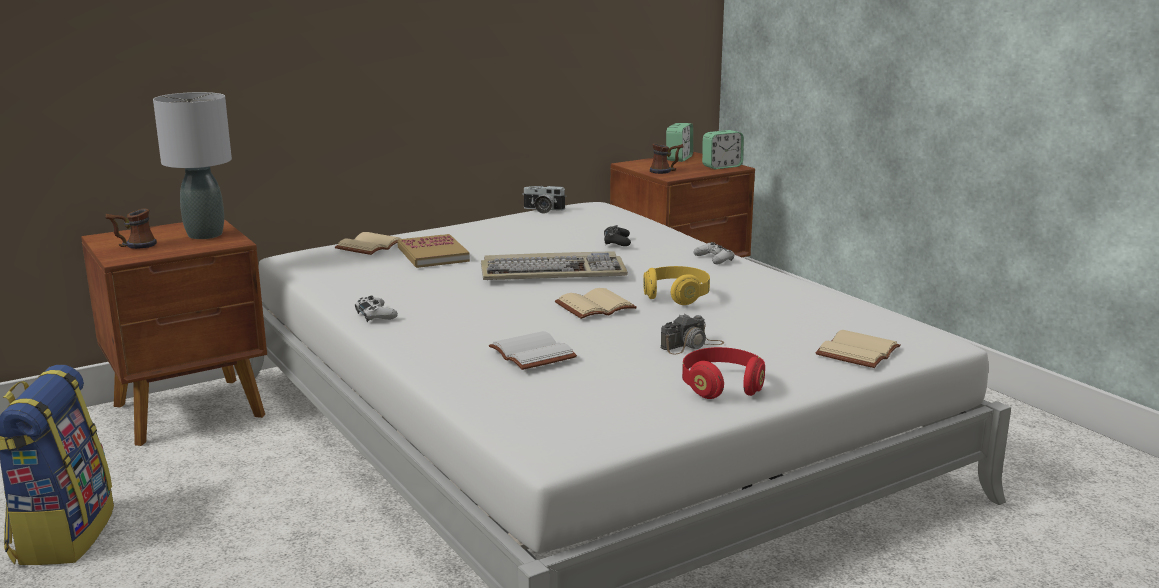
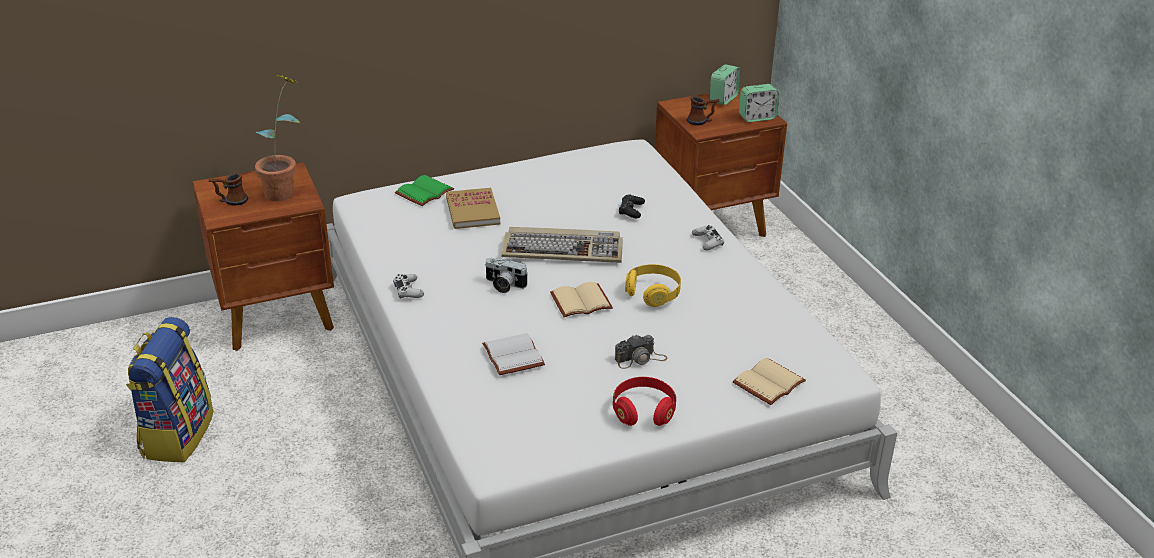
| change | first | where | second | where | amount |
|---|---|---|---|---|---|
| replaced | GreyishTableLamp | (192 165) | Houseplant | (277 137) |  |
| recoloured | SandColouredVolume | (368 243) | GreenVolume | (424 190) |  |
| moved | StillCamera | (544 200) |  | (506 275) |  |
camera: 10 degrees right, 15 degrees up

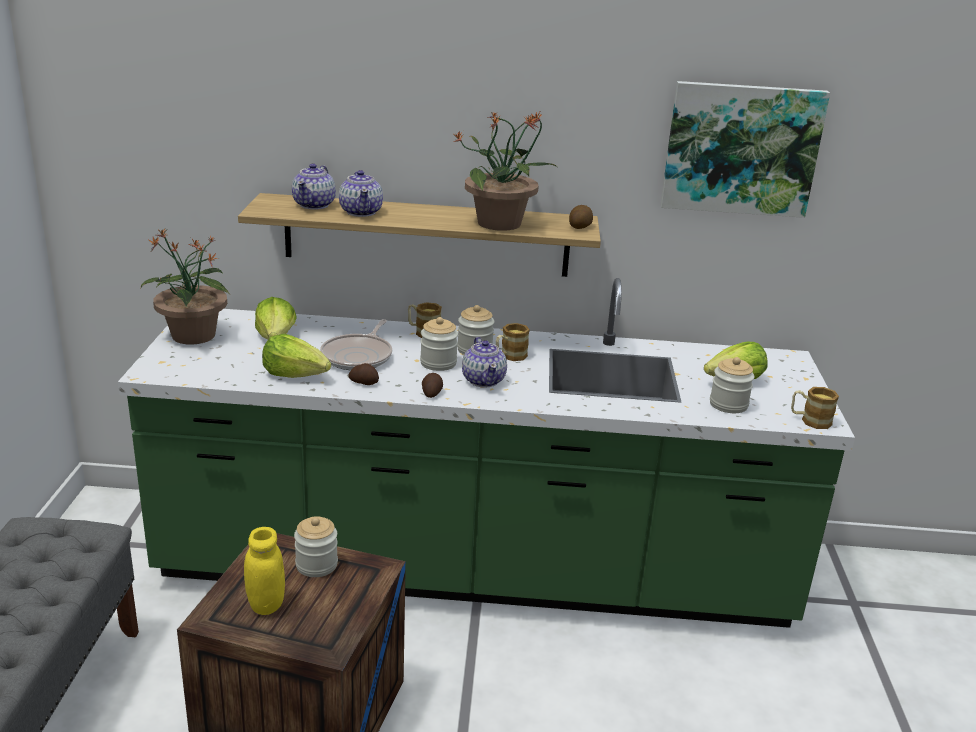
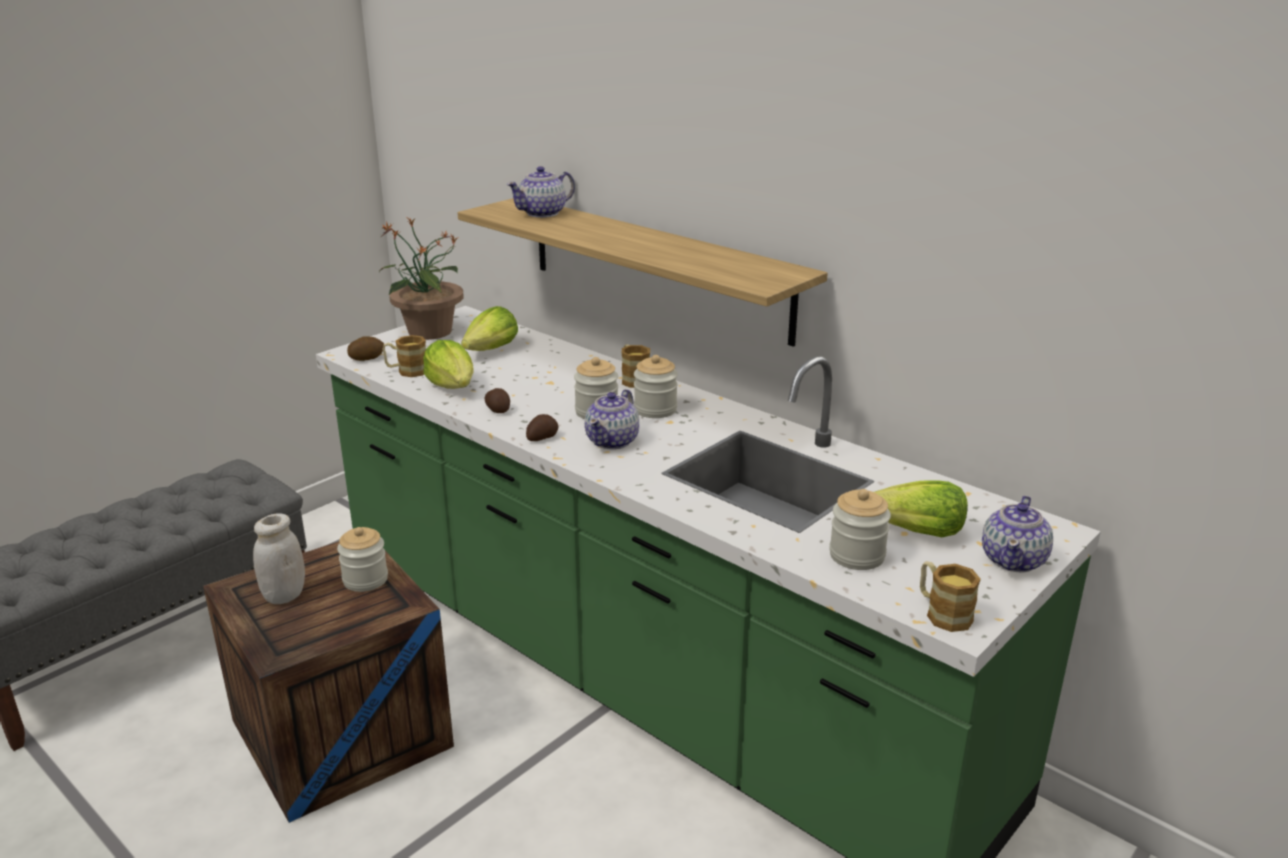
| change | first | where | second | where | amount |
|---|---|---|---|---|---|
| recoloured | YellowishPreserveJar | (264 571) | WhiteColouredPreserveJar | (279 558) |  |
| removed | Skillet | (356 344) |  |  |  |
| moved | TeaPot | (361 193) |  | (1017 534) |  |
| removed | Houseplant | (505 170) |  |  |  |
| moved | Mug | (513 342) |  | (404 356) |  |
| moved | Potato | (581 217) |  | (365 348) |  |
| removed | WallPicture | (745 149) |  |  |  |
camera: 40 degrees right, 0 degrees up

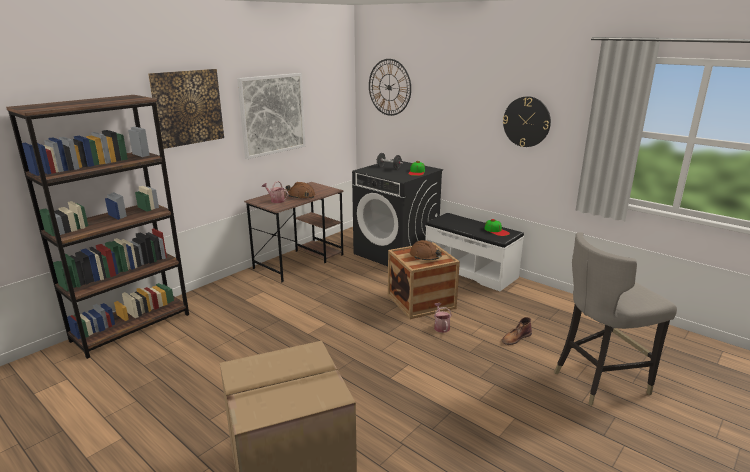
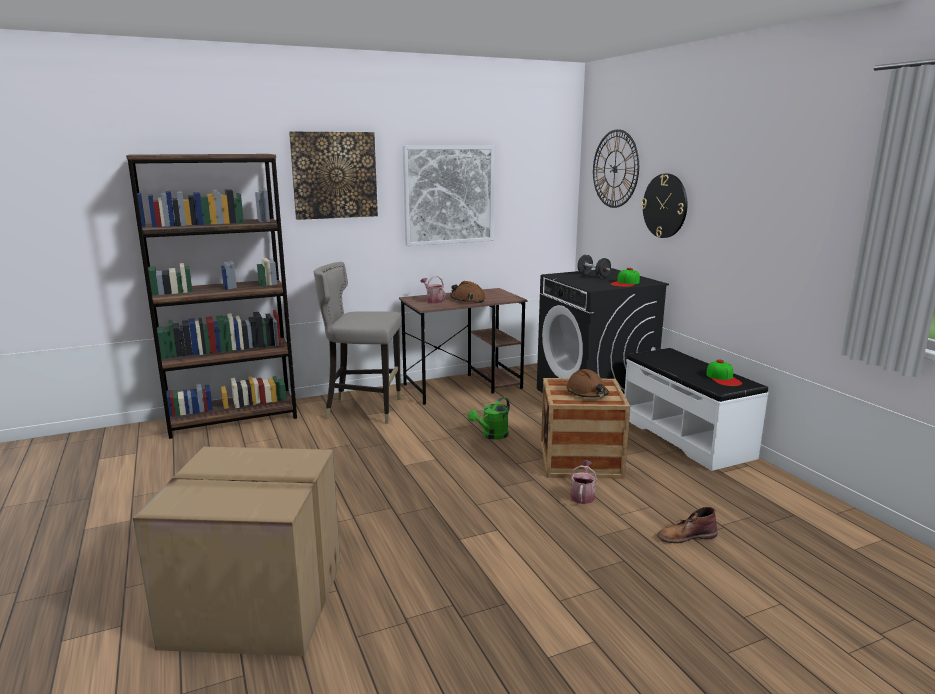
| change | first | where | second | where | amount |
|---|---|---|---|---|---|
| moved | HangingClock | (527 121) |  | (664 206) |  |
| moved | GreyishStool | (615 319) |  | (358 343) |  |
| added |  |  | GreenWateringPot | (489 418) |  |
camera: 25 degrees right, 5 degrees down

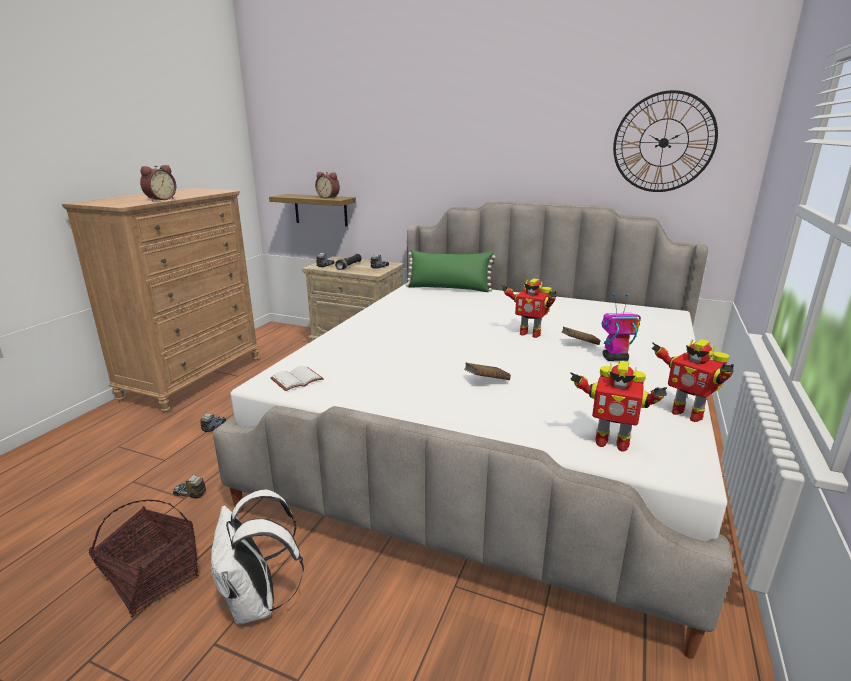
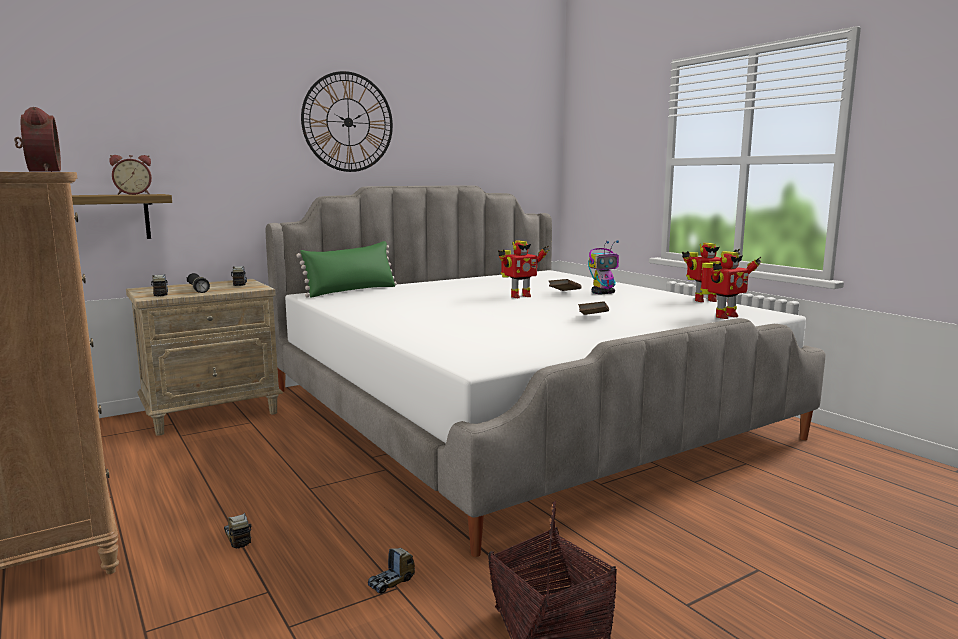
| change | first | where | second | where | amount |
|---|---|---|---|---|---|
| removed | WhiteColouredKnapsack | (257 557) |  |  |  |
| removed | WhiteColouredVolume | (297 378) |  |  |  |
| turned | ModelRobot | (621 327) |  | (603 267) | 150 degrees counterclockwise |
| moved | HangingClock | (665 141) |  | (347 121) |  |
camera: 55 degrees left, 10 degrees down

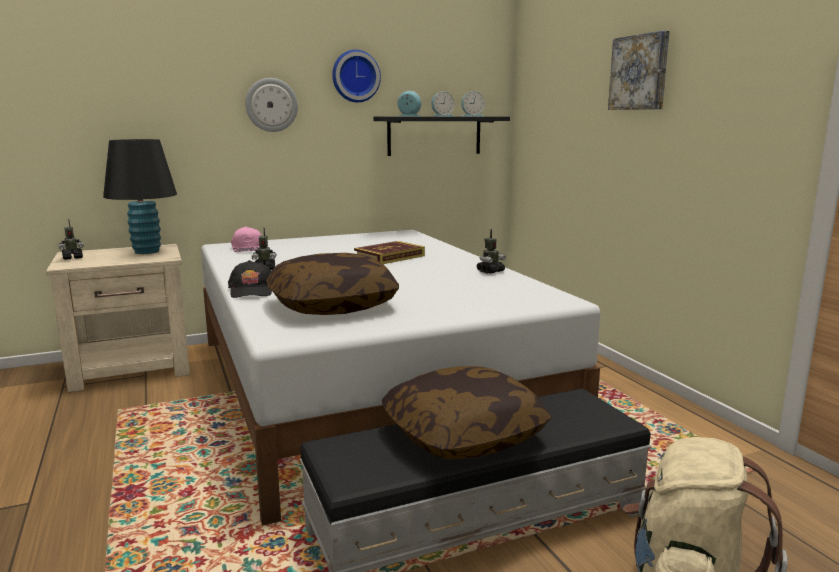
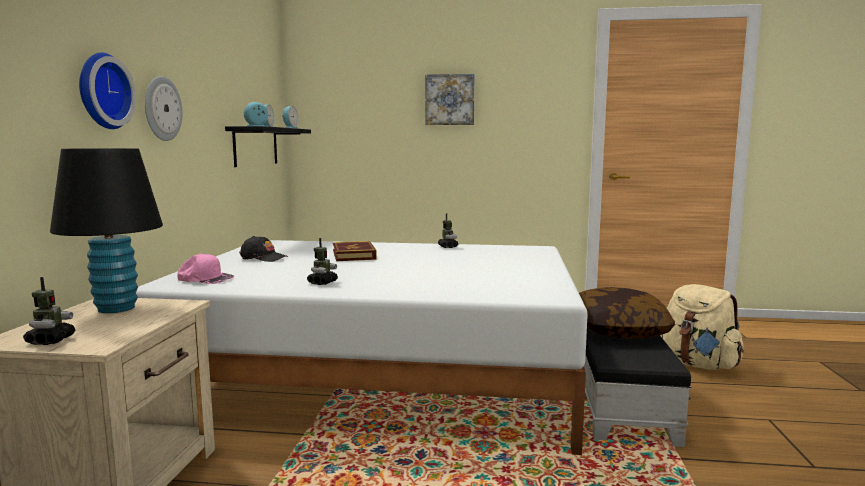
| change | first | where | second | where | amount |
|---|---|---|---|---|---|
| moved | BlackBaseballCap | (250 279) |  | (263 249) |  |
| removed | Cushion | (332 284) |  |  |  |
| moved | HangingClock | (356 76) |  | (107 91) |  |
camera: 60 degrees left, 5 degrees down

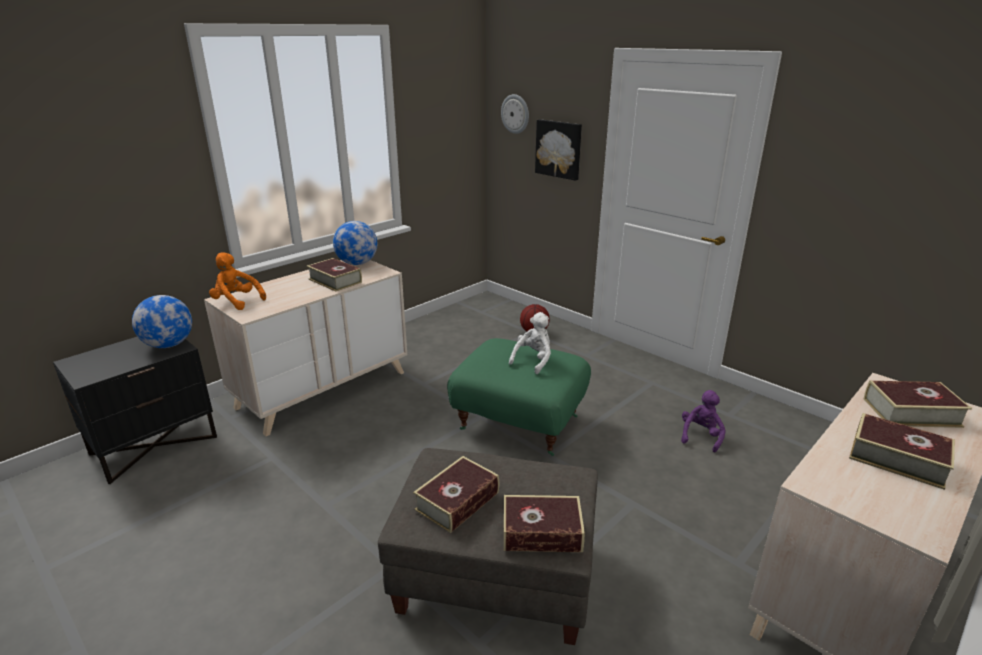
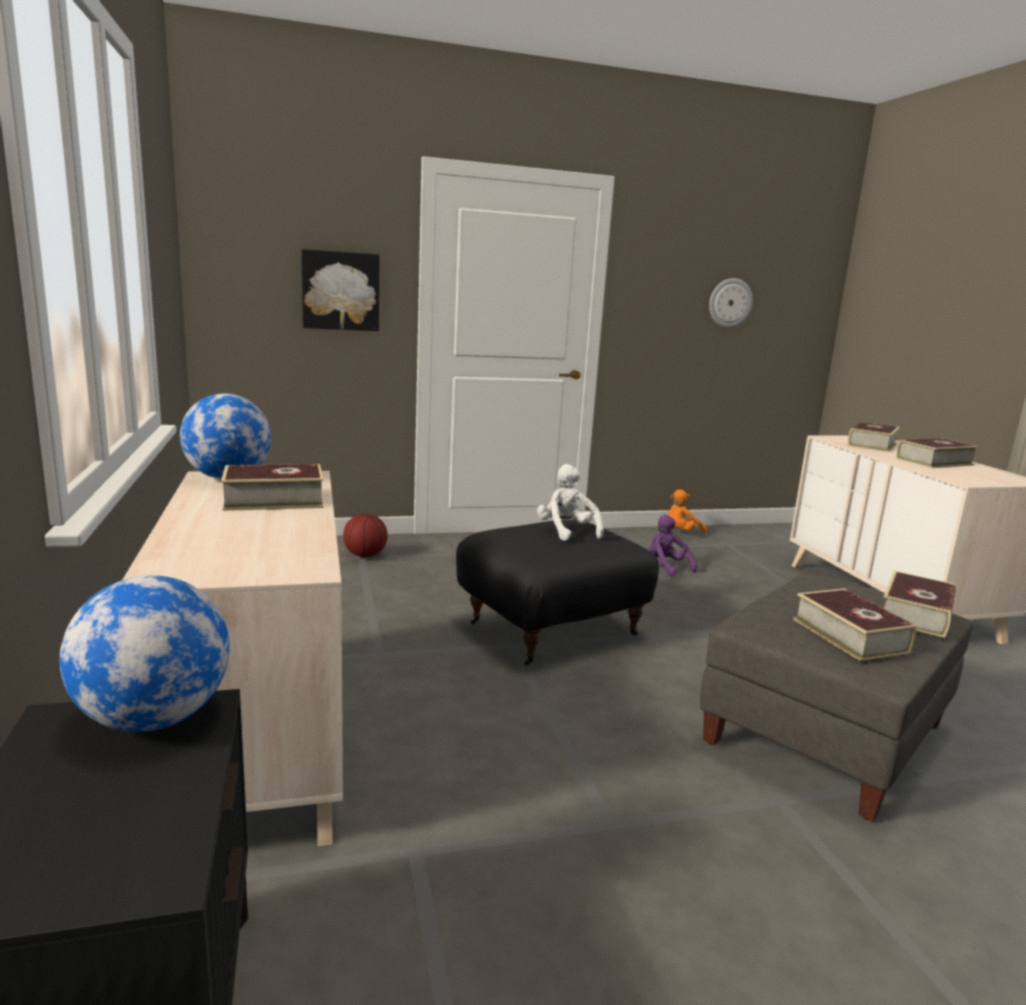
| change | first | where | second | where | amount |
|---|---|---|---|---|---|
| moved | OrangePlushToy | (237 281) |  | (687 511) |  |
| recoloured | GreenFootrest | (519 397) | BlackFootrest | (557 592) |  |
| moved | HangingClock | (515 114) |  | (731 303) |  |
camera: 60 degrees left, 10 degrees down

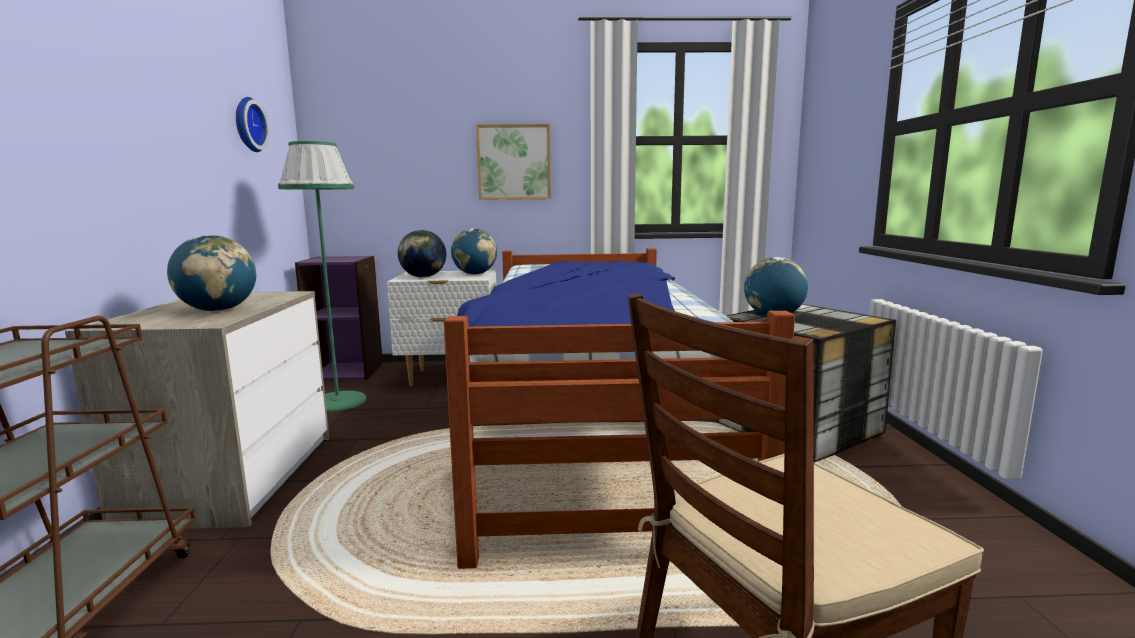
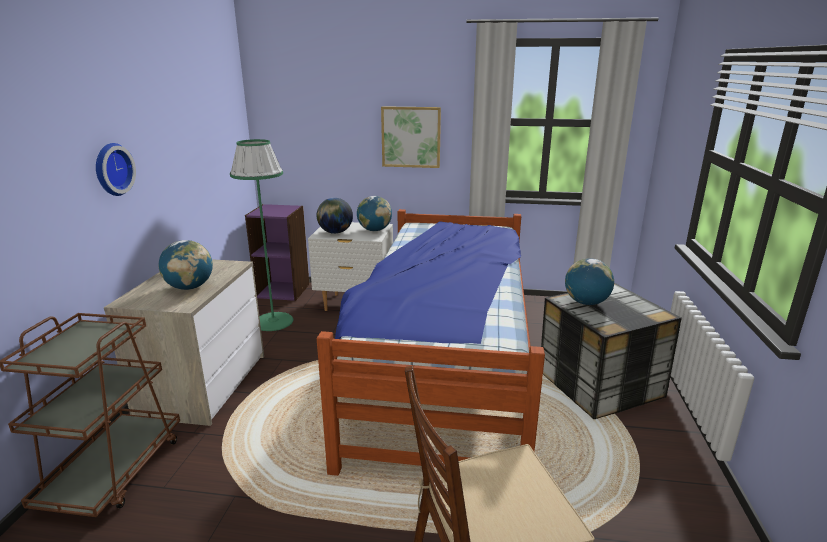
| change | first | where | second | where | amount |
|---|---|---|---|---|---|
| moved | HangingClock | (252 124) |  | (116 169) |  |
camera: 10 degrees right, 10 degrees up

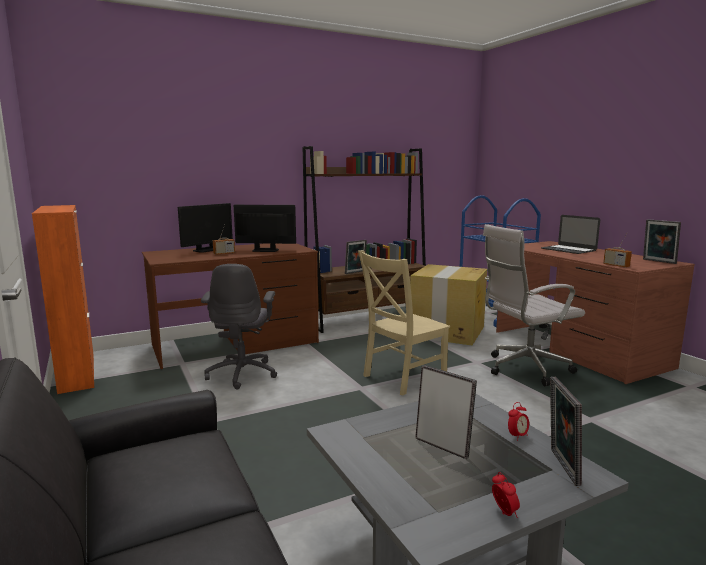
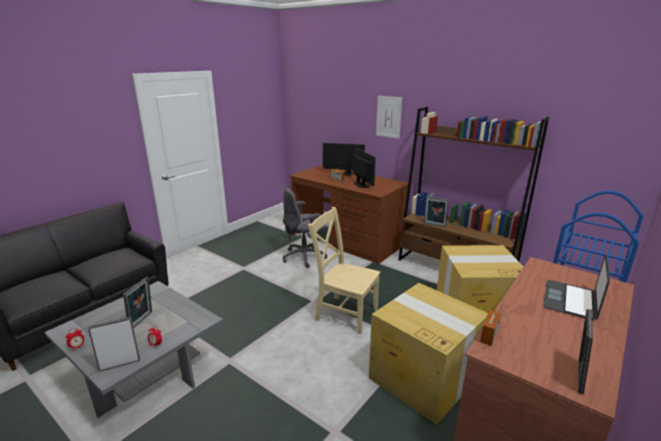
| change | first | where | second | where | amount |
|---|---|---|---|---|---|
| removed | OrangeCabinet | (63 299) |  |  |  |
| replaced | WhiteColouredOfficeChair | (534 305) | Carton | (428 354) |  |
| added |  |  | WallPicture | (389 117) |  |
camera: 65 degrees right, 10 degrees up

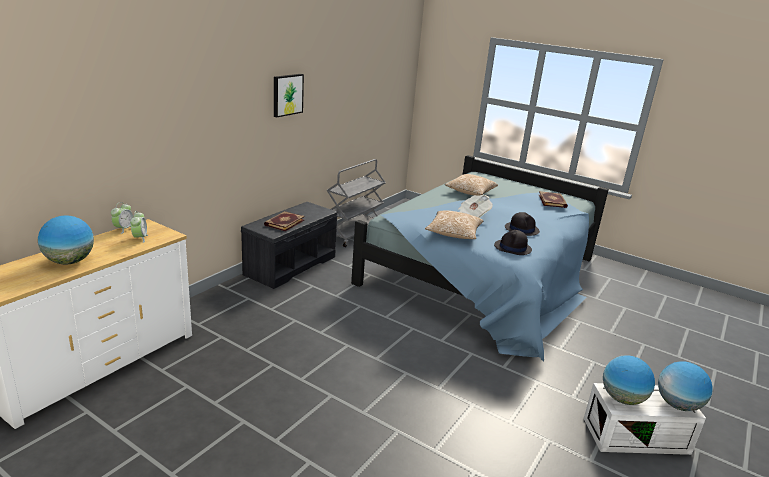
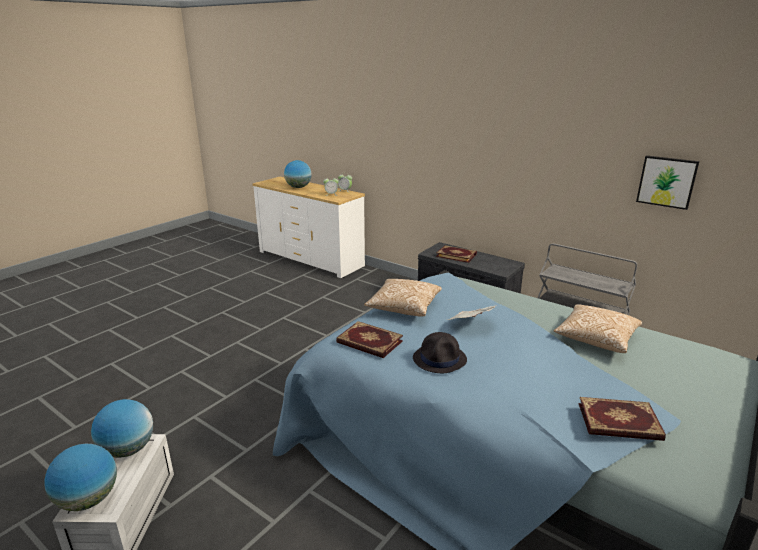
| change | first | where | second | where | amount |
|---|---|---|---|---|---|
| moved | WallPicture | (289 95) |  | (668 182) |  |
| replaced | BlackHat | (513 242) | Volume | (369 339) |  |
camera: 95 degrees right, 0 degrees up

